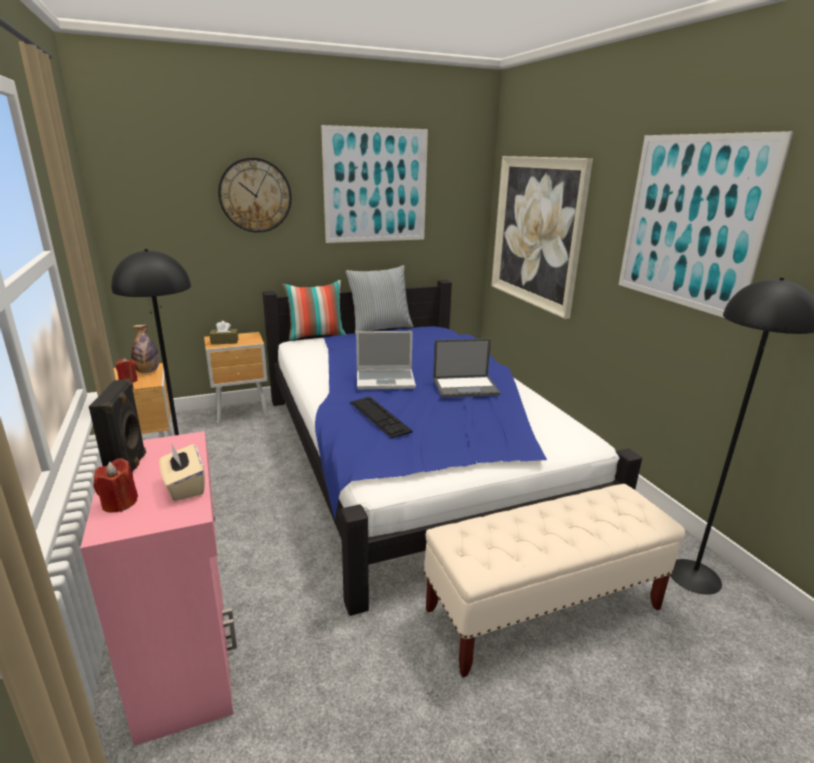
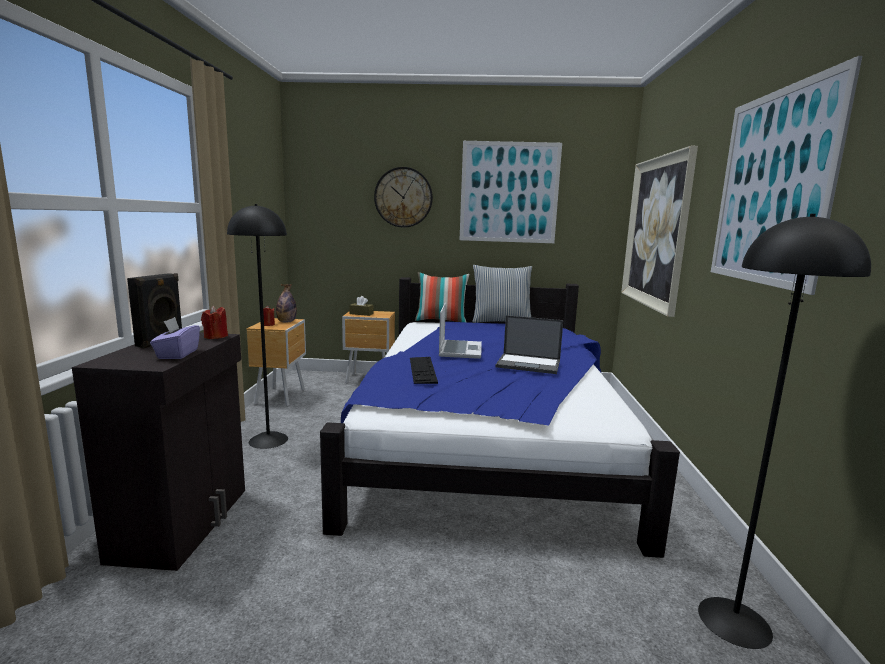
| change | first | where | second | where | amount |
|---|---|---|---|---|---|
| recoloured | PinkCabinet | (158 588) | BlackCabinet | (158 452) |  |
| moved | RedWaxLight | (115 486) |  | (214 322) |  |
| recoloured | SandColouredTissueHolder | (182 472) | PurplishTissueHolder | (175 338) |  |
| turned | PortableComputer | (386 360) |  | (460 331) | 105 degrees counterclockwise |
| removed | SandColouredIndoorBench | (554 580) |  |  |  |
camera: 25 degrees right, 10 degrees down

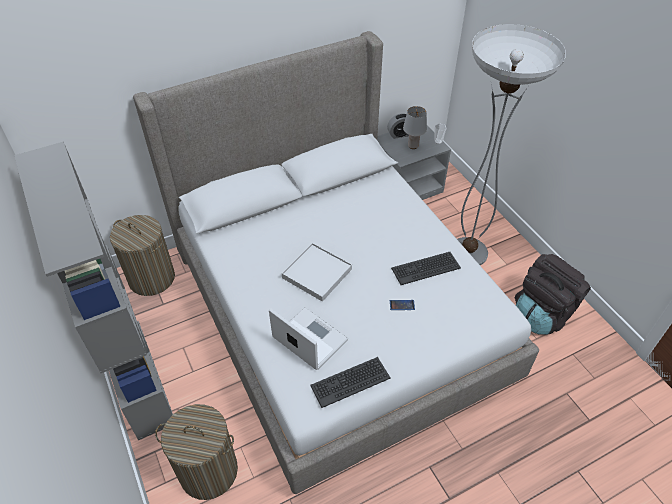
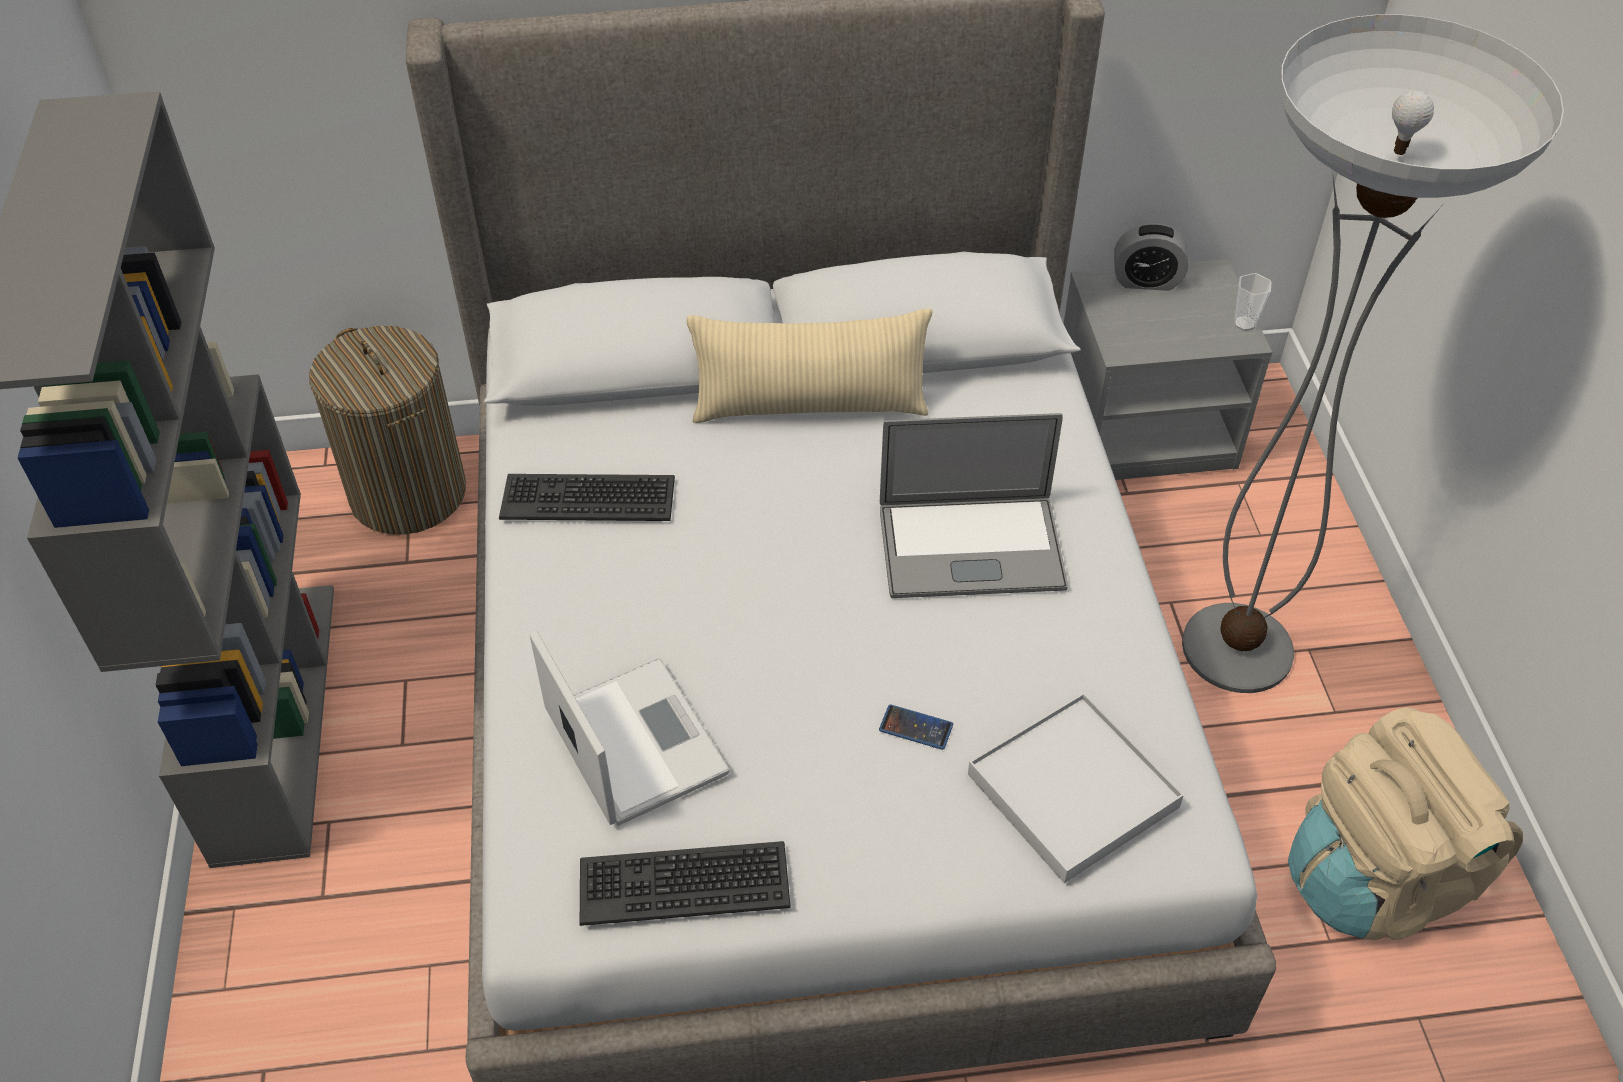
| change | first | where | second | where | amount |
|---|---|---|---|---|---|
| removed | Hamper | (196 452) |  |  |  |
| moved | WhiteColouredTray | (317 272) |  | (1076 788) |  |
| moved | Keyboard | (426 268) |  | (587 497) |  |
| removed | GreyishTableLamp | (415 127) |  |  |  |
| recoloured | BlackKnapsack | (553 294) | SandColouredKnapsack | (1405 823) |  |
| added |  |  | SandColouredCushion | (809 365) |  |
| added |  |  | PortableComputer | (974 505) |  |
camera: 20 degrees right, 0 degrees up

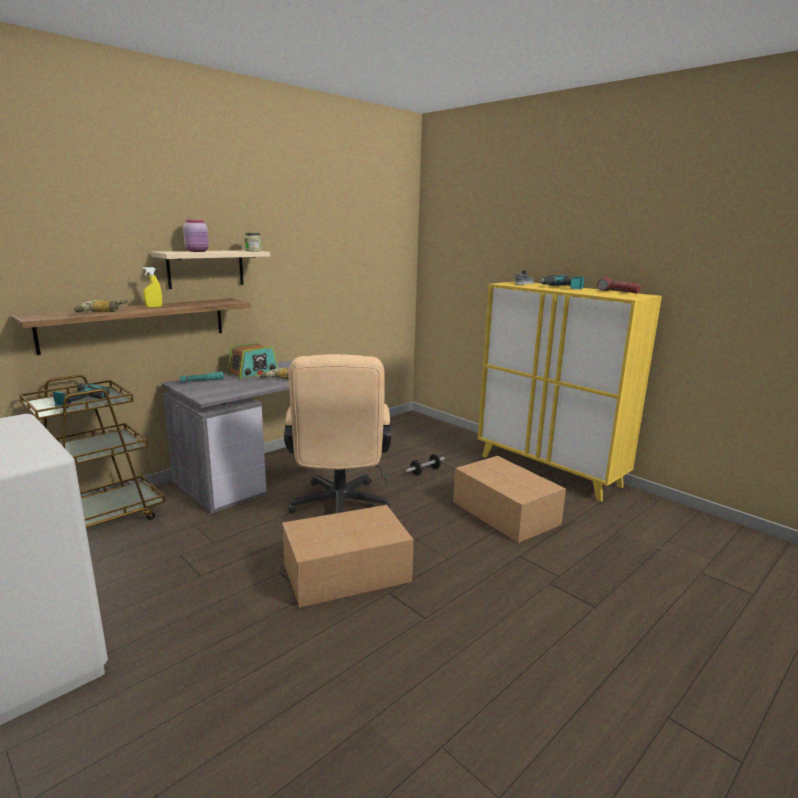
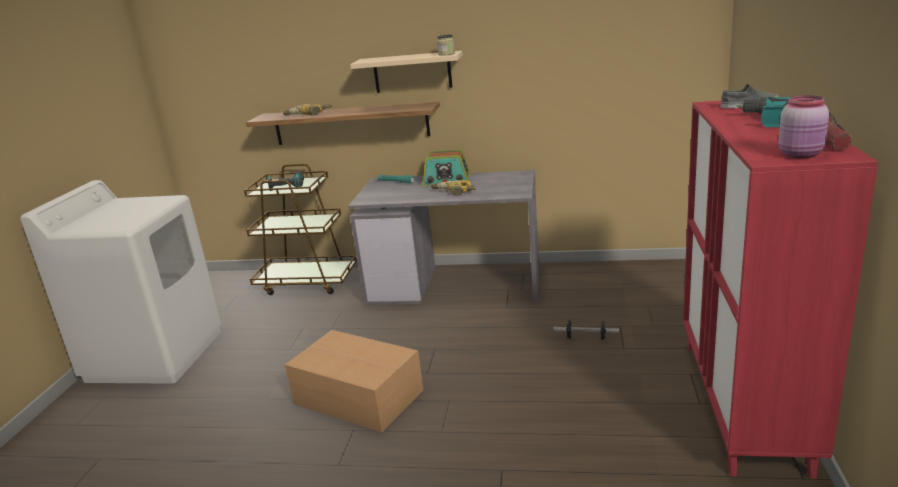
| change | first | where | second | where | amount |
|---|---|---|---|---|---|
| removed | YellowishHandSprayer | (152 287) |  |  |  |
| moved | PinkPreserveJar | (196 235) |  | (803 127) |  |
| removed | SandColouredOfficeChair | (337 433) |  |  |  |
| removed | Carton | (509 499) |  |  |  |
| recoloured | YellowishCabinet | (570 392) | RedCabinet | (780 290) |  |
camera: 55 degrees right, 5 degrees up

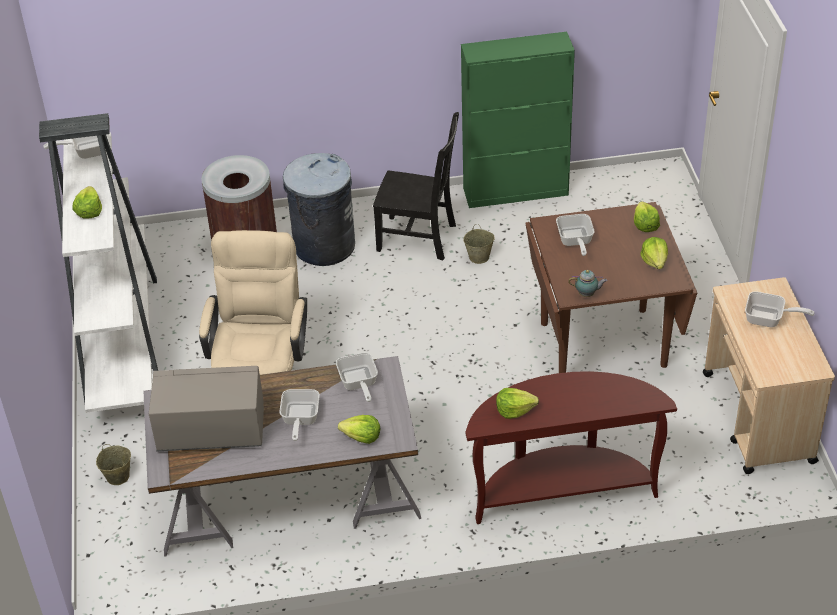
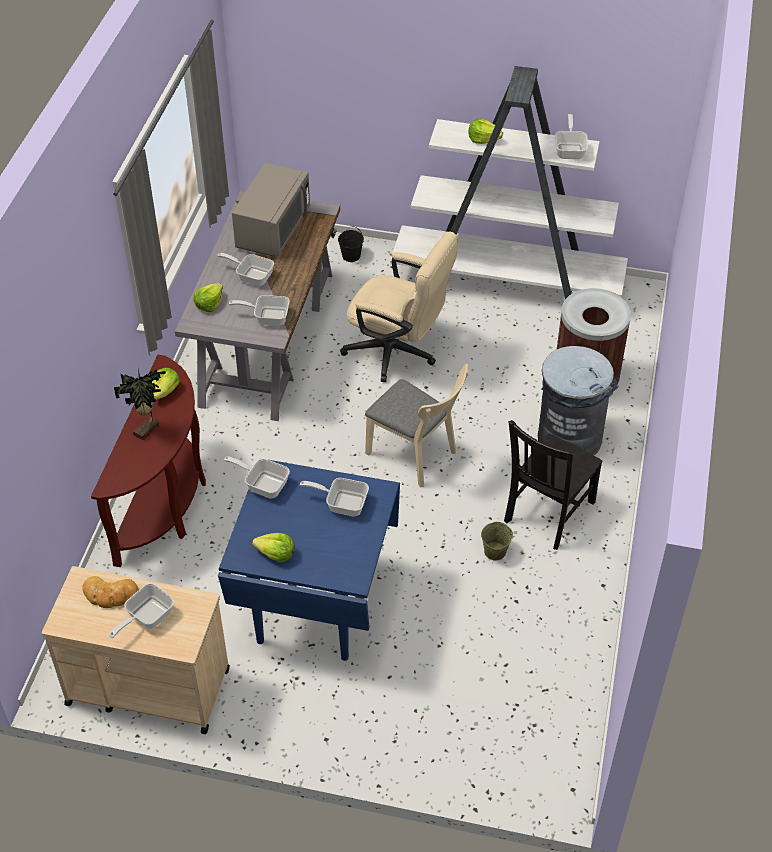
| change | first | where | second | where | amount |
|---|---|---|---|---|---|
| recoloured | SandColouredPail | (113 464) | BlackPail | (351 244) |  |
| removed | GreenCabinet | (518 120) |  |  |  |
| recoloured | BrownishKitchenTable | (611 287) | BluishKitchenTable | (309 560) |  |
| replaced | TeaPot | (587 283) | Skillet | (257 477) |  |
| removed | HeadOfLettuce | (647 217) |  |  |  |
| added |  |  | BakeryBread | (110 592) |  |
| added |  |  | Houseplant | (140 404) |  |
| added |  |  | SandColouredUprightChair | (417 426) |  |
camera: 110 degrees right, 5 degrees up

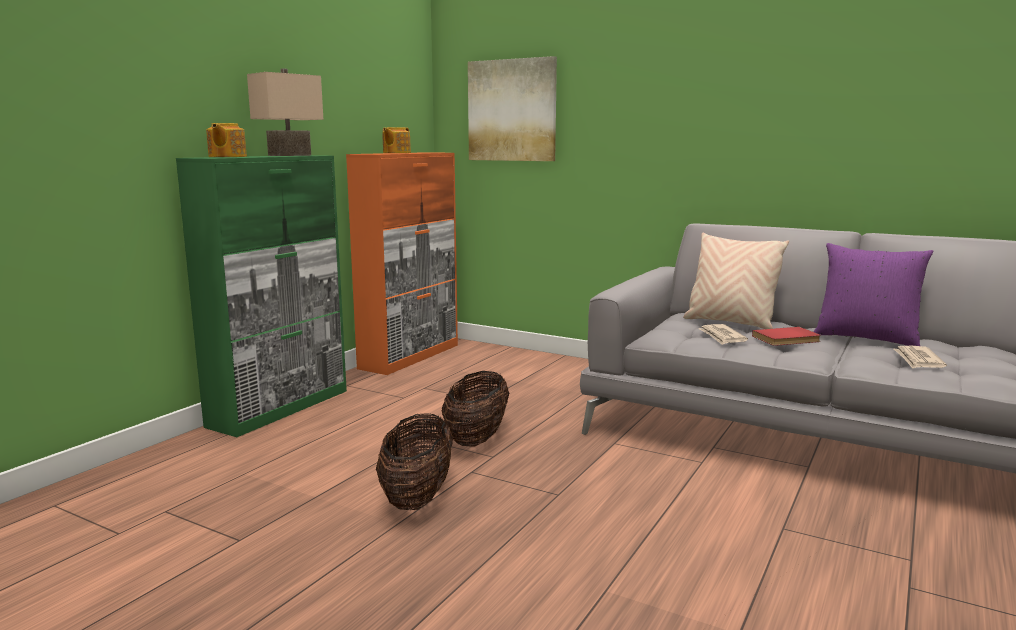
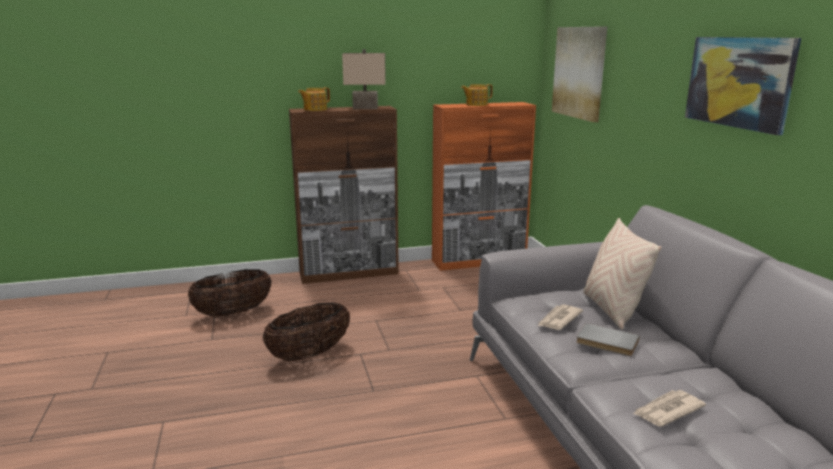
| change | first | where | second | where | amount |
|---|---|---|---|---|---|
| recoloured | GreenCabinet | (261 296) | BrownishCabinet | (344 195) |  |
| moved | HouseholdBasket | (475 409) |  | (229 293) |  |
| recoloured | RedVolume | (786 336) | GreyishVolume | (608 339) |  |
| removed | PurplishCushion | (873 294) |  |  |  |
| added |  |  | WallPicture | (743 86) |  |
camera: 45 degrees right, 5 degrees up

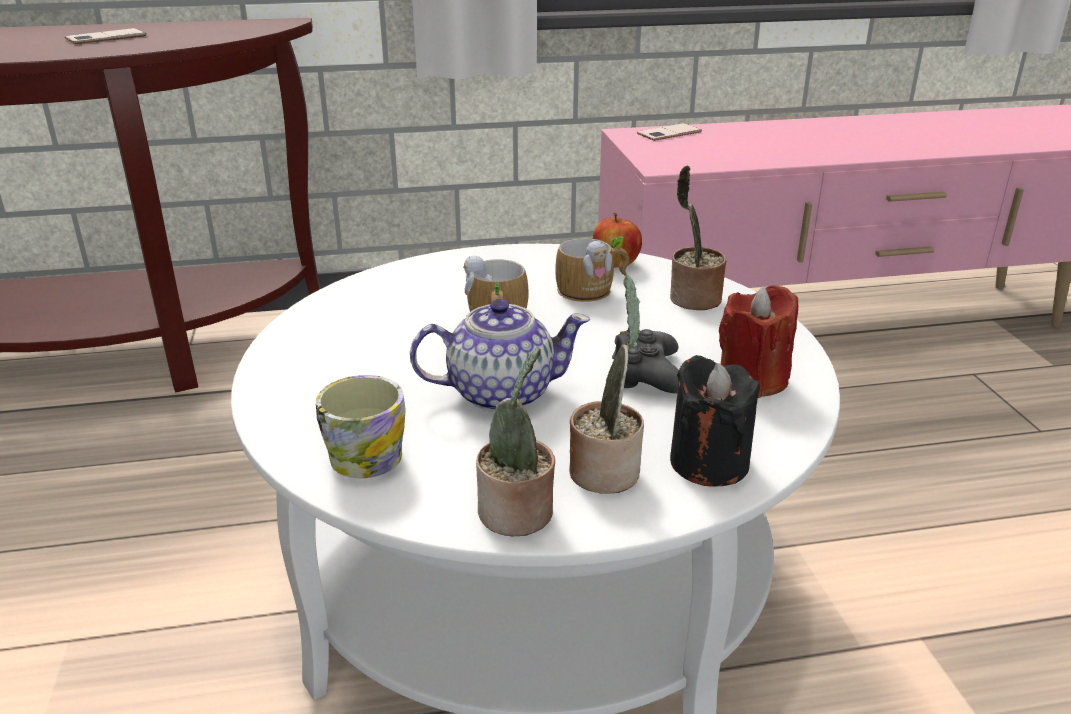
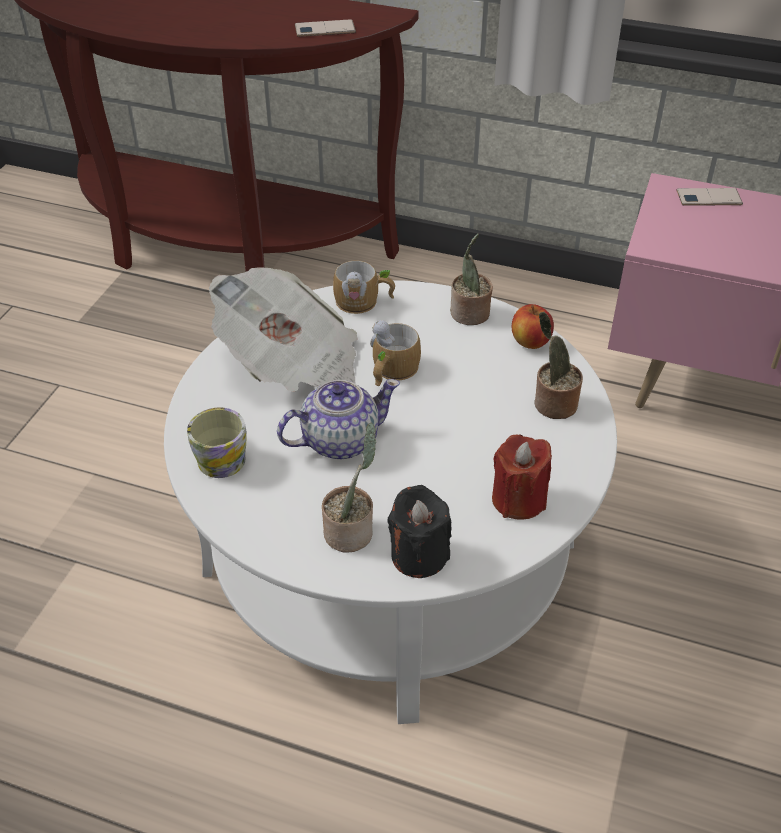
| change | first | where | second | where | amount |
|---|---|---|---|---|---|
| moved | Handset | (106 36) |  | (325 28) |  |
| turned | TeaPot | (500 355) |  | (338 419) | 45 degrees counterclockwise |
| moved | Houseplant | (515 441) |  | (471 279) |  |
| moved | Mug | (592 269) |  | (364 287) |  |
| removed | BlackJoypad | (645 361) |  |  |  |
| added |  |  | DailyPaper | (283 329) |  |
camera: 30 degrees right, 15 degrees up

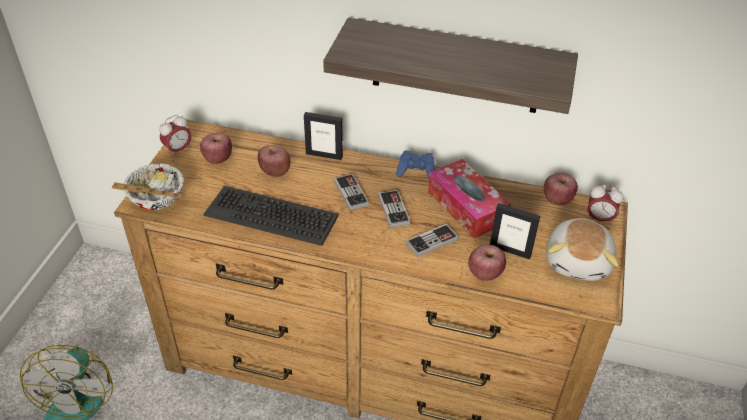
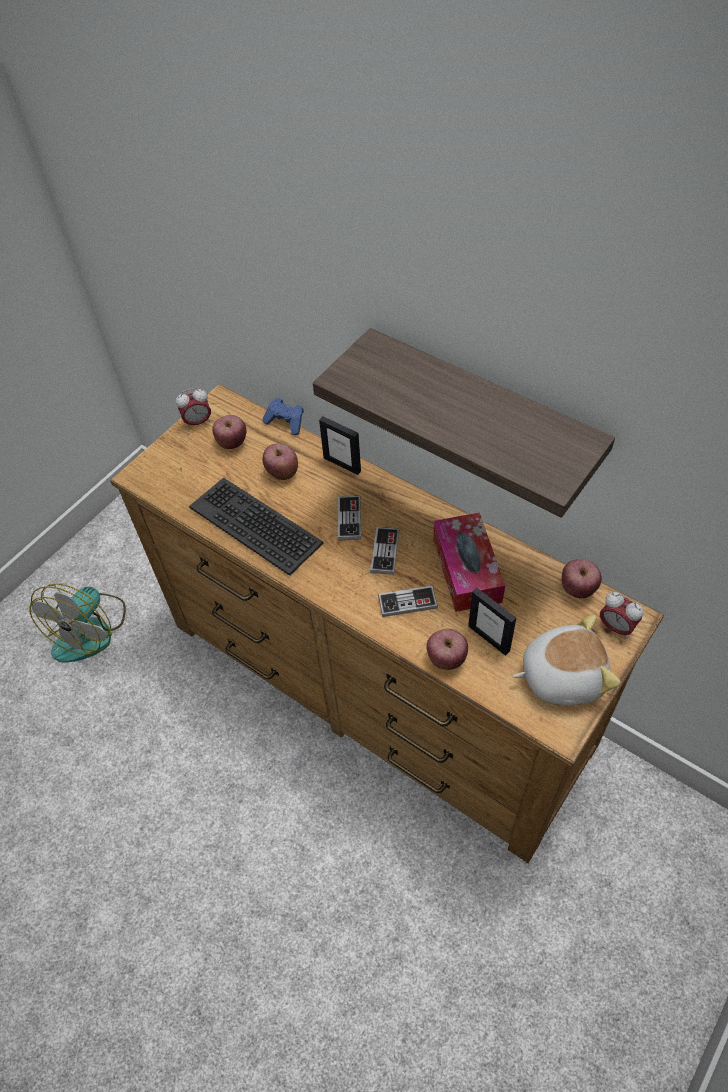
| change | first | where | second | where | amount |
|---|---|---|---|---|---|
| removed | ServingBowl | (148 186) |  |  |  |
| moved | BluishJoypad | (415 164) |  | (283 416) |  |
| turned | PlushToy | (582 249) |  | (567 660) | 135 degrees counterclockwise |
camera: 25 degrees right, 10 degrees up

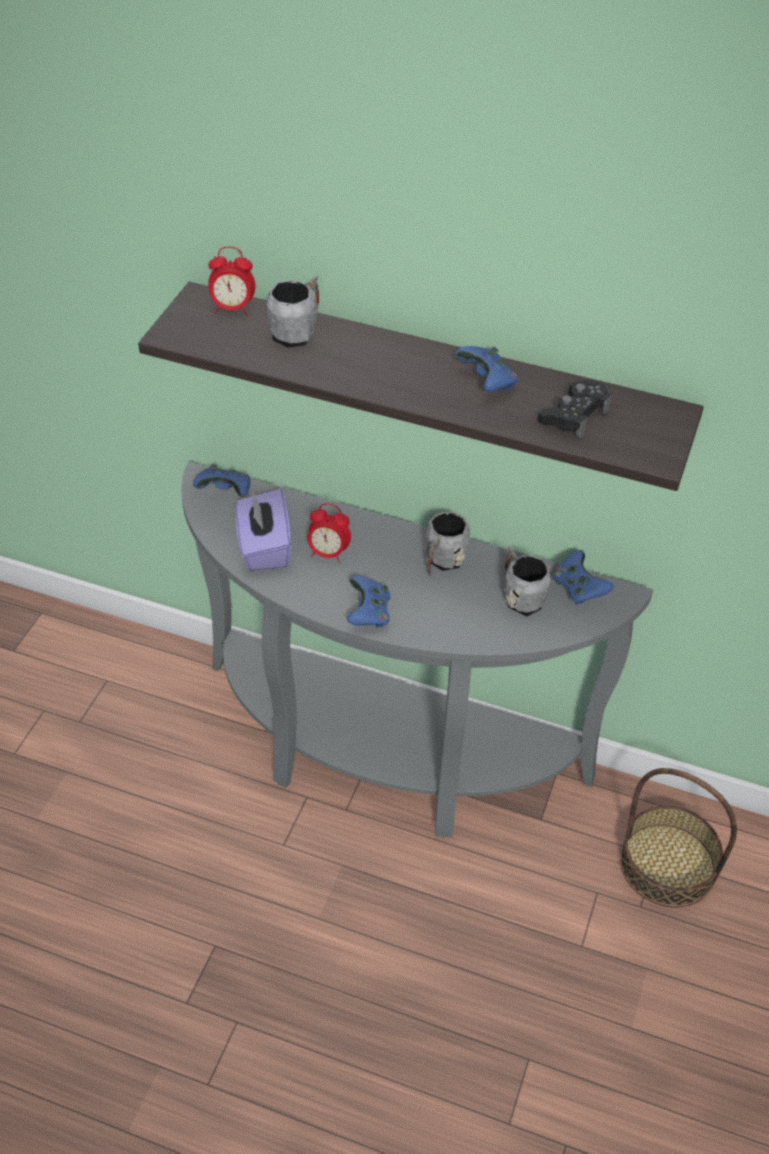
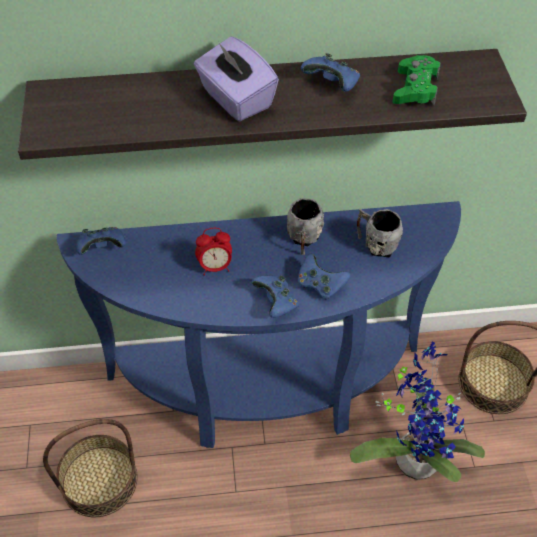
| change | first | where | second | where | amount |
|---|---|---|---|---|---|
| recoloured | GreyishNarrowTable | (417 650) | BluishNarrowTable | (259 324) |  |
| removed | AlarmClock | (232 281) |  |  |  |
| moved | PurplishTissueHolder | (263 530) |  | (236 78) |  |
| removed | GreyishMug | (293 311) |  |  |  |
| recoloured | BlackJoypad | (575 409) | GreenJoypad | (416 80) |  |
| moved | BluishJoypad | (583 577) |  | (324 276) |  |
| added |  |  | HouseholdBasket | (90 468) |  |
| added |  |  | Houseplant | (417 411) |  |
camera: 25 degrees left, 5 degrees up

